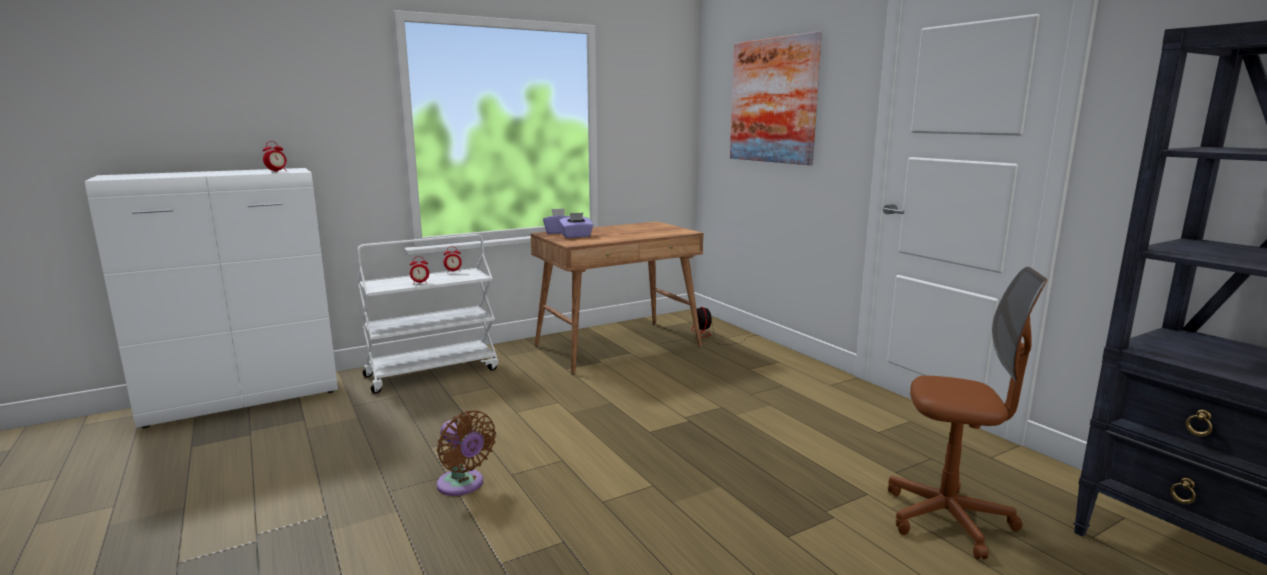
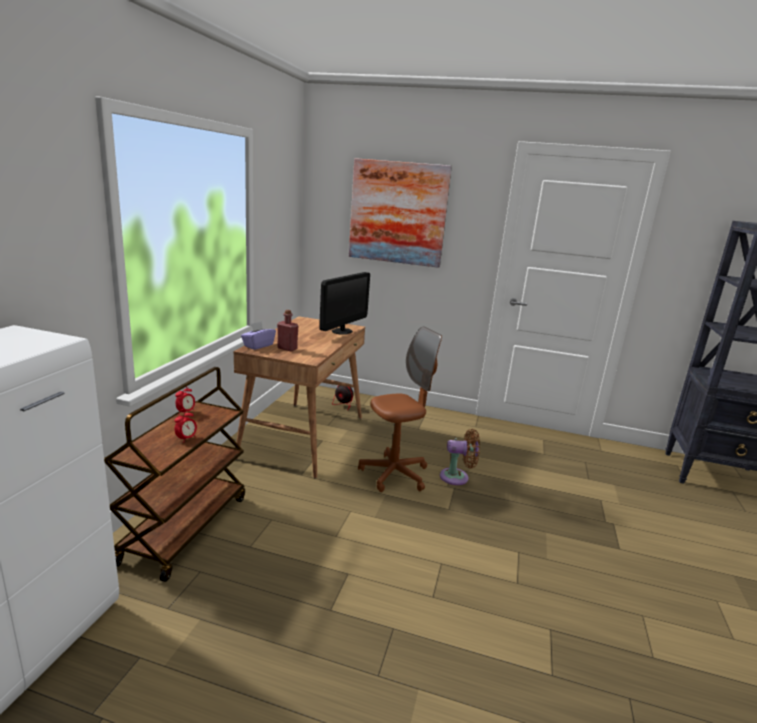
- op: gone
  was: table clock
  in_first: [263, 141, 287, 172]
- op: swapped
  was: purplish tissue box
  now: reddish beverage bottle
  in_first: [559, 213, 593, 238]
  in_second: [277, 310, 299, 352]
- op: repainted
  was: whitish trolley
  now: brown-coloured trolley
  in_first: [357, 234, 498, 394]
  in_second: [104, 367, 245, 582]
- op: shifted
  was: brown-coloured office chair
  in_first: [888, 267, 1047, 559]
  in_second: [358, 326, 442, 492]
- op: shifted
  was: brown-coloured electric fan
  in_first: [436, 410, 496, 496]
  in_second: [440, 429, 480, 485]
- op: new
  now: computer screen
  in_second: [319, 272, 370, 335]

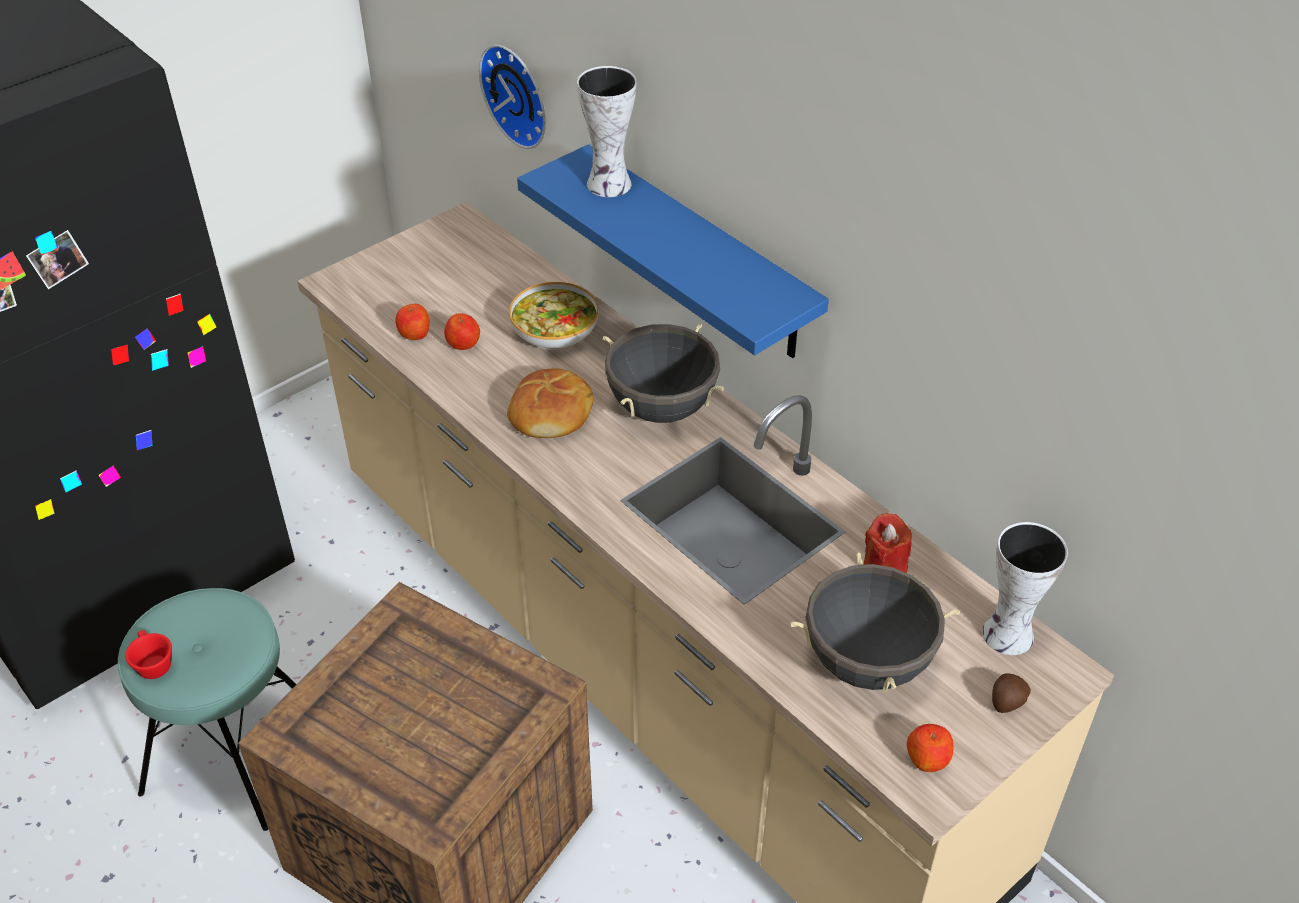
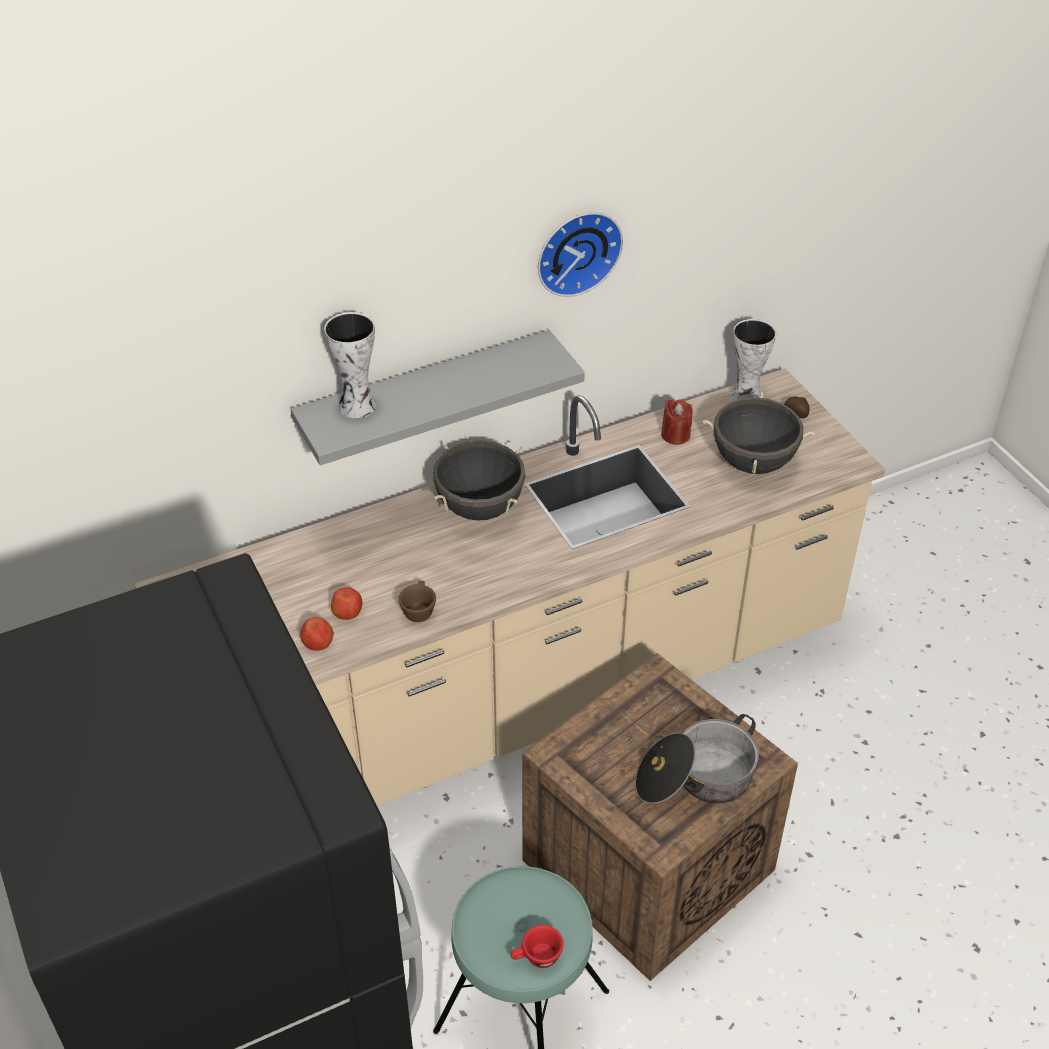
- op: shifted
  was: hanging clock
  in_first: [479, 44, 546, 149]
  in_second: [538, 212, 623, 297]
- op: repainted
  was: bluish bracket shelf
  now: grey bracket shelf
  in_first: [517, 144, 829, 358]
  in_second: [290, 330, 585, 465]
- op: gone
  was: bowl
  in_first: [509, 282, 598, 350]
- op: gone
  was: baked bread
  in_first: [507, 368, 593, 438]
- op: gone
  was: apple
  in_first: [907, 724, 954, 772]
- op: new
  now: brown-coloured small cup
  in_second: [398, 580, 436, 622]
- op: new
  now: stockpot
  in_second: [635, 714, 759, 804]

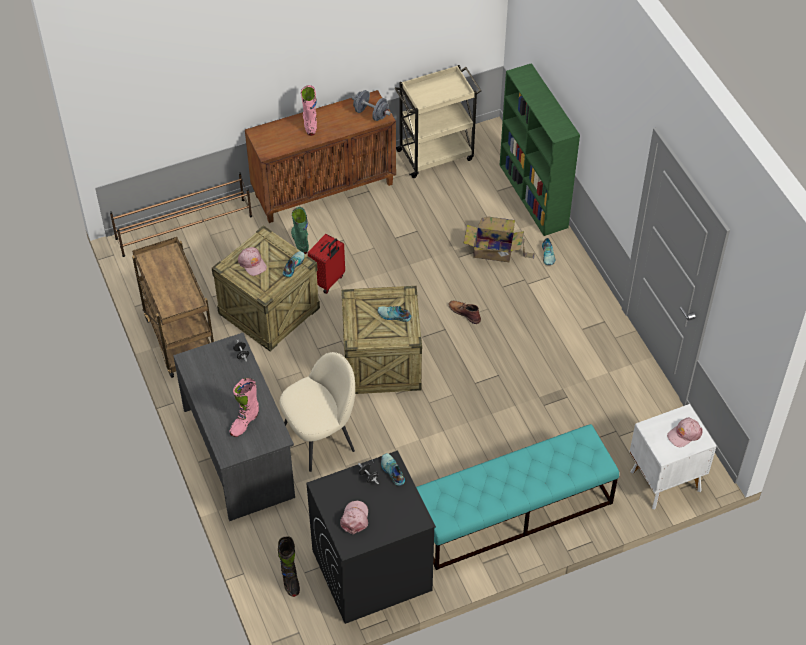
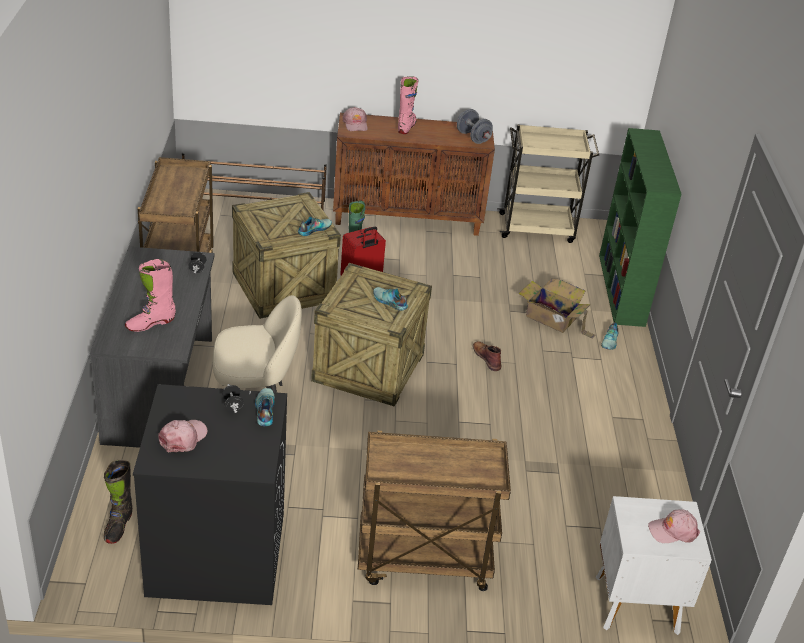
- op: shifted
  was: pink cap
  in_first: [238, 247, 267, 276]
  in_second: [342, 107, 368, 131]
- op: swapped
  was: turquoise long seat
  now: brown-coloured trolley
  in_first: [416, 424, 619, 570]
  in_second: [358, 431, 511, 591]

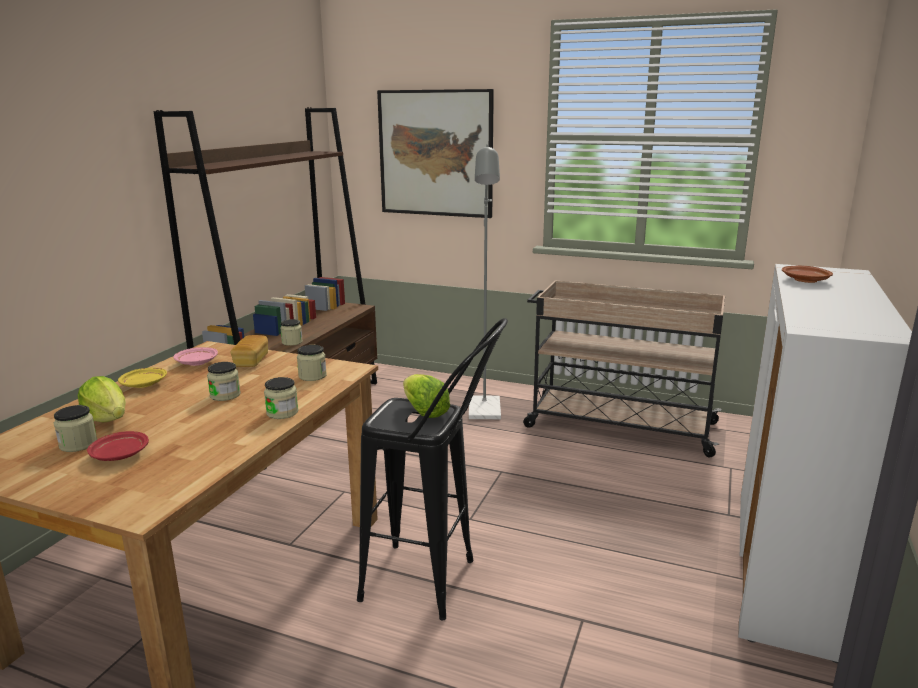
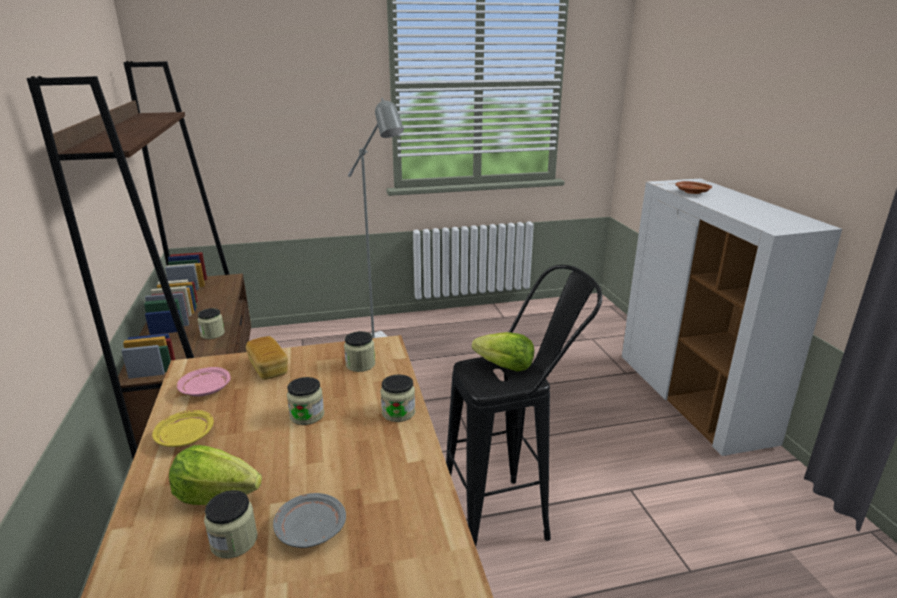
- op: gone
  was: picture
  in_first: [377, 89, 494, 218]
- op: gone
  was: beige-coloured trolley
  in_first: [523, 280, 725, 458]
- op: repainted
  was: reddish dinner plate
  now: grey dinner plate
  in_first: [87, 431, 149, 461]
  in_second: [273, 493, 346, 548]

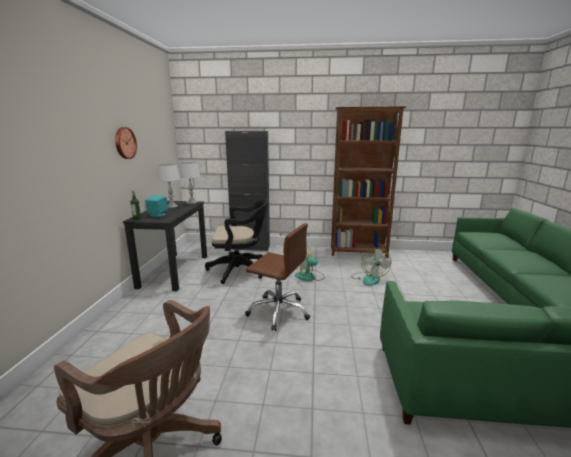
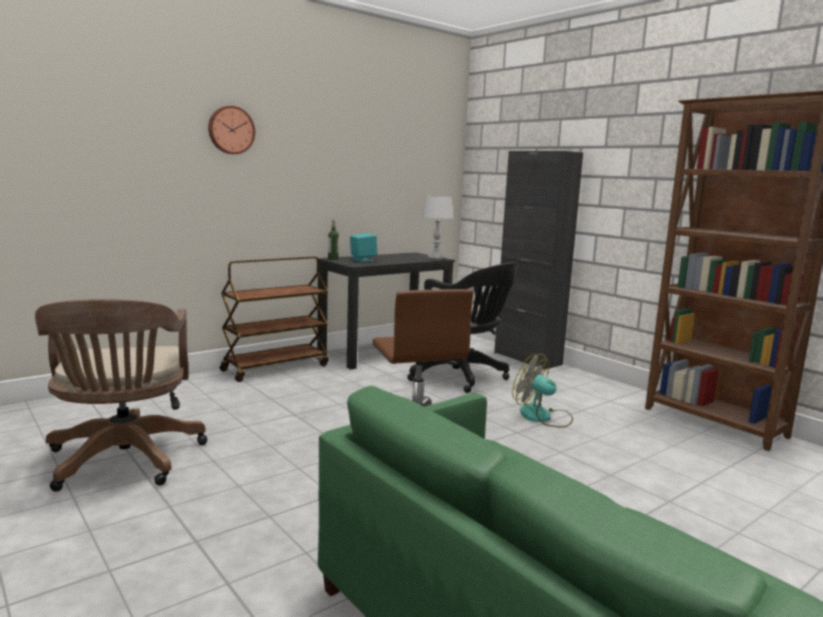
- op: shifted
  was: hanging clock
  in_first: [115, 127, 137, 159]
  in_second: [208, 106, 255, 154]
- op: gone
  was: grey lamp for a table
  in_first: [157, 164, 180, 208]
- op: gone
  was: electric fan
  in_first: [351, 248, 391, 286]
- op: new
  now: brown-coloured trolley
  in_second: [220, 256, 329, 382]

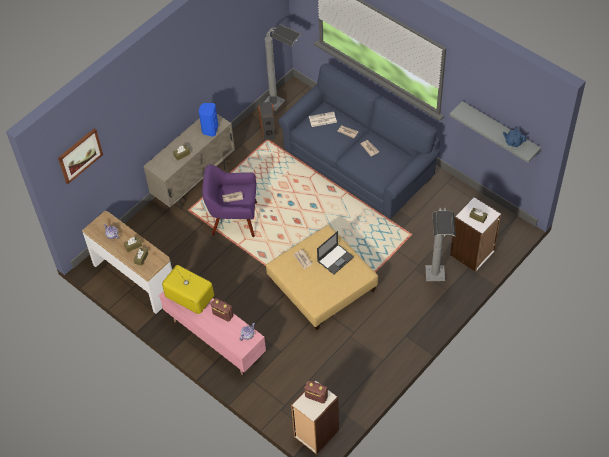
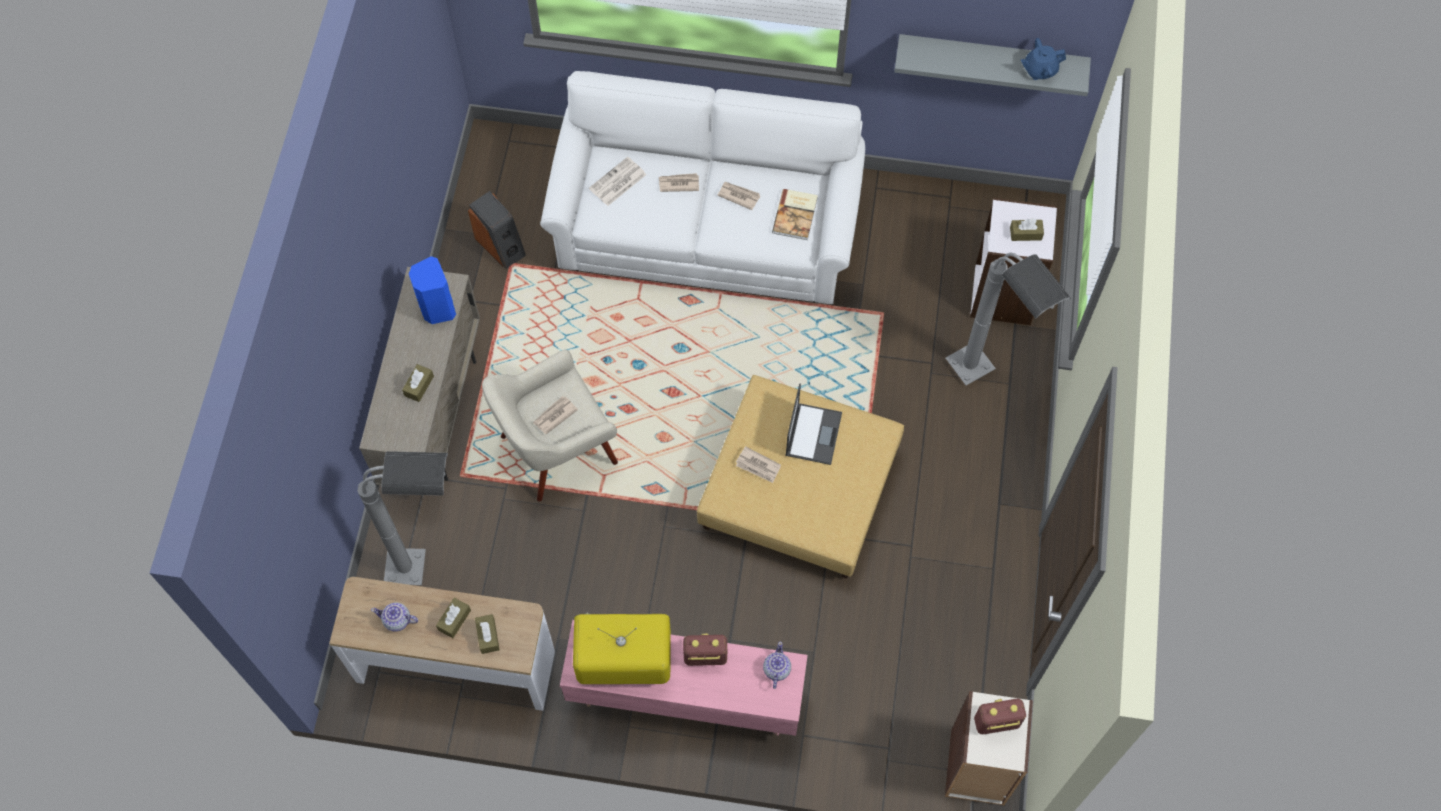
- op: shifted
  was: grey floor lamp
  in_first: [263, 24, 303, 111]
  in_second: [357, 451, 448, 585]
- op: repainted
  was: bluish sofa
  now: whitish sofa
  in_first: [278, 63, 440, 219]
  in_second: [540, 71, 865, 304]
- op: gone
  was: picture
  in_first: [58, 128, 103, 184]
- op: repainted
  was: purplish armchair
  now: beige-coloured armchair
  in_first: [202, 164, 257, 237]
  in_second: [482, 350, 618, 502]
- op: new
  now: bound book
  in_second: [772, 189, 818, 240]

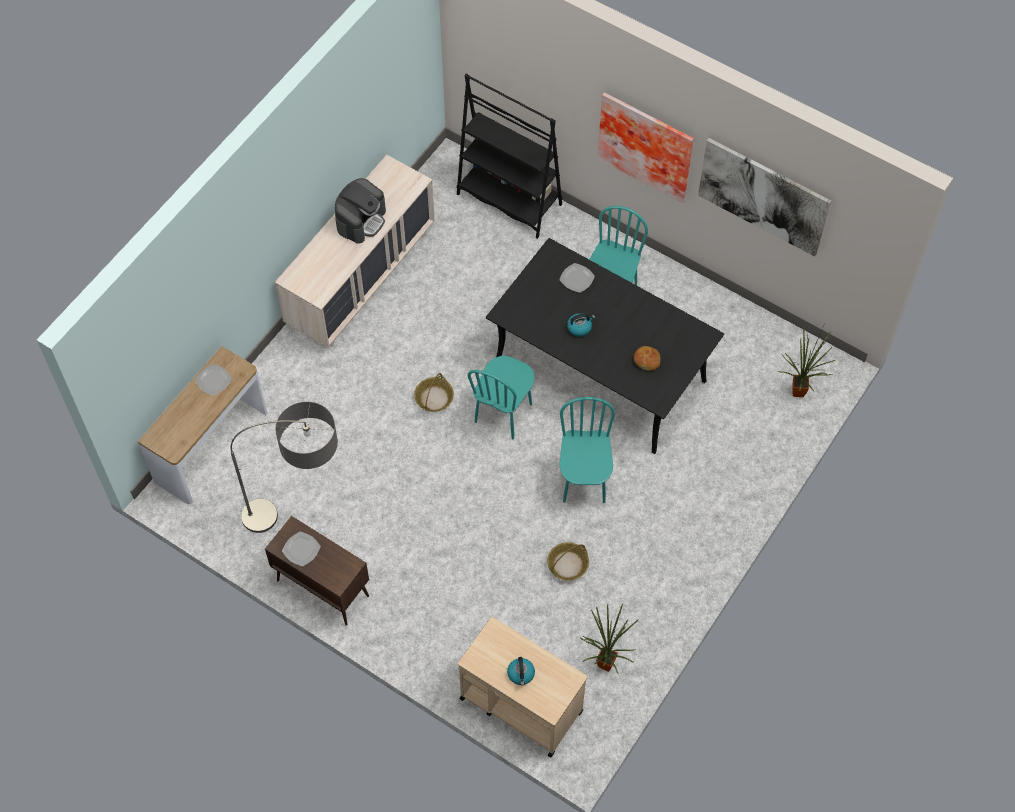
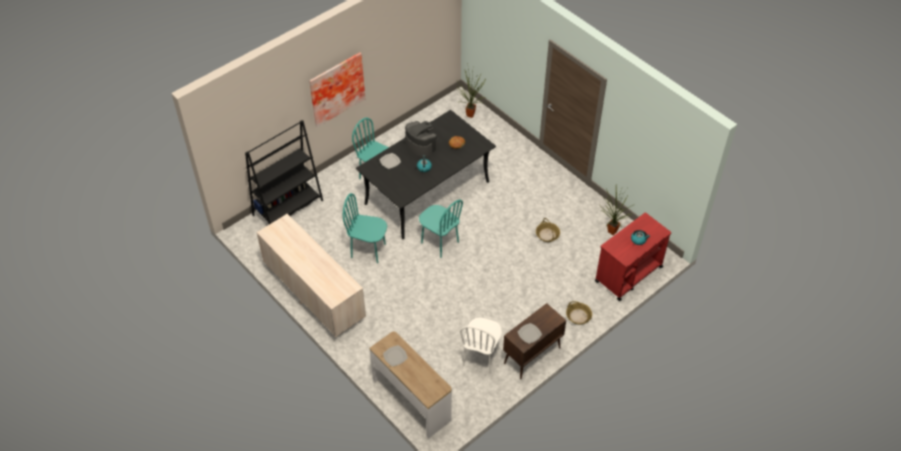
- op: gone
  was: picture
  in_first: [698, 138, 831, 256]
- op: shifted
  was: coffee brewer
  in_first: [335, 178, 386, 244]
  in_second: [405, 121, 437, 157]
- op: shifted
  was: basket
  in_first: [414, 373, 454, 412]
  in_second: [566, 301, 592, 325]
- op: shifted
  was: turquoise plain chair
  in_first: [560, 397, 615, 503]
  in_second: [343, 193, 387, 263]
- op: swapped
  was: floor lamp
  now: whitish plain chair
  in_first: [231, 402, 338, 533]
  in_second: [460, 318, 502, 374]
- op: repainted
  was: beige-coloured trolley
  now: reddish trolley
  in_first: [458, 617, 587, 757]
  in_second: [595, 213, 671, 301]

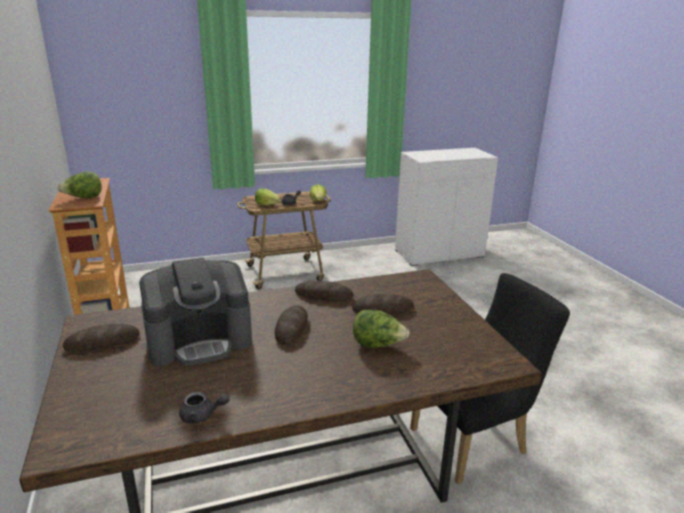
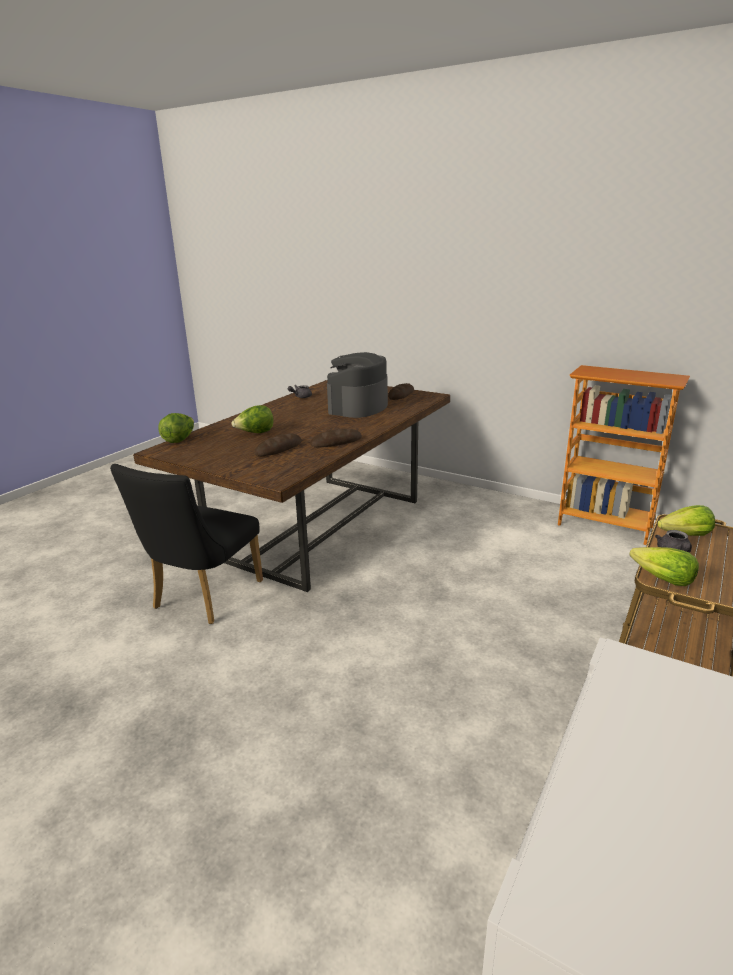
- op: shifted
  was: lettuce
  in_first: [57, 172, 102, 198]
  in_second: [159, 413, 194, 443]
- op: gone
  was: baked bread
  in_first: [275, 305, 308, 345]

